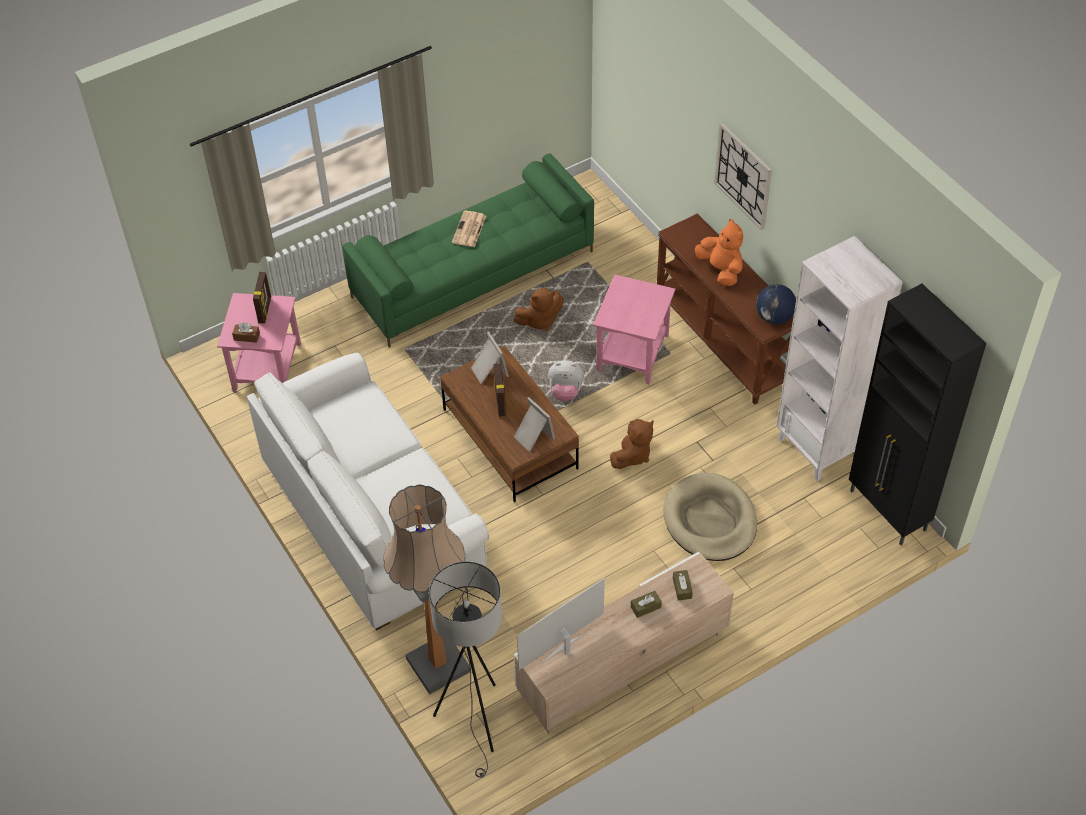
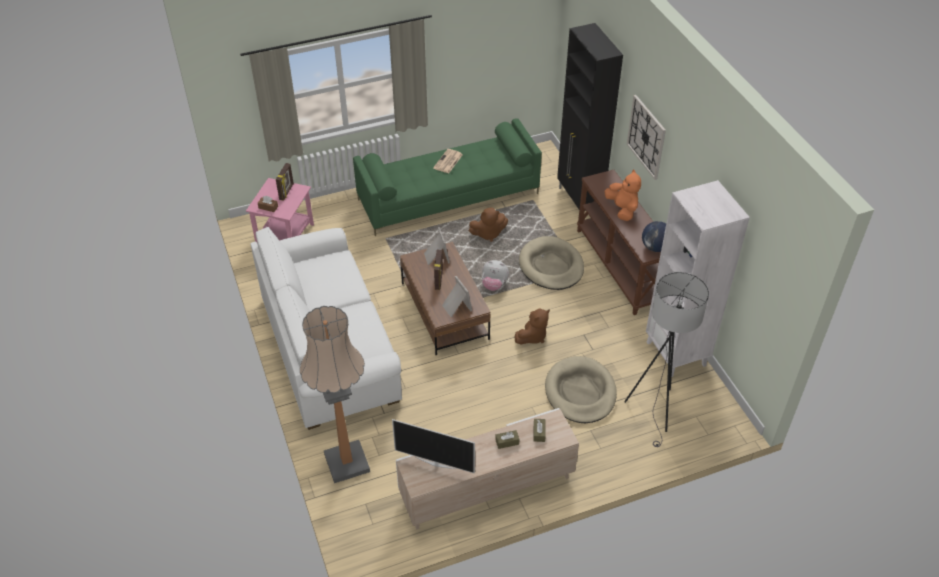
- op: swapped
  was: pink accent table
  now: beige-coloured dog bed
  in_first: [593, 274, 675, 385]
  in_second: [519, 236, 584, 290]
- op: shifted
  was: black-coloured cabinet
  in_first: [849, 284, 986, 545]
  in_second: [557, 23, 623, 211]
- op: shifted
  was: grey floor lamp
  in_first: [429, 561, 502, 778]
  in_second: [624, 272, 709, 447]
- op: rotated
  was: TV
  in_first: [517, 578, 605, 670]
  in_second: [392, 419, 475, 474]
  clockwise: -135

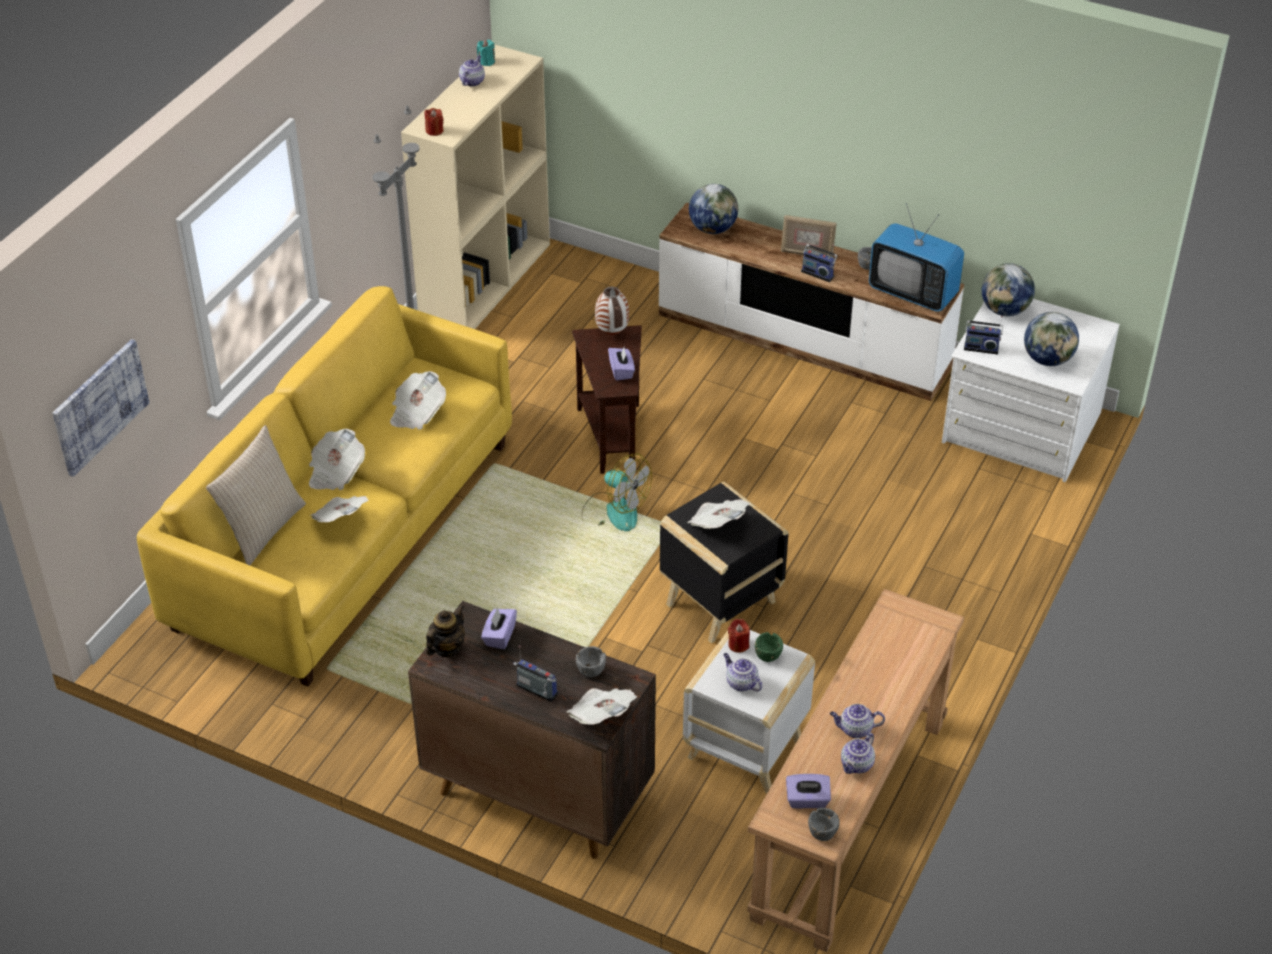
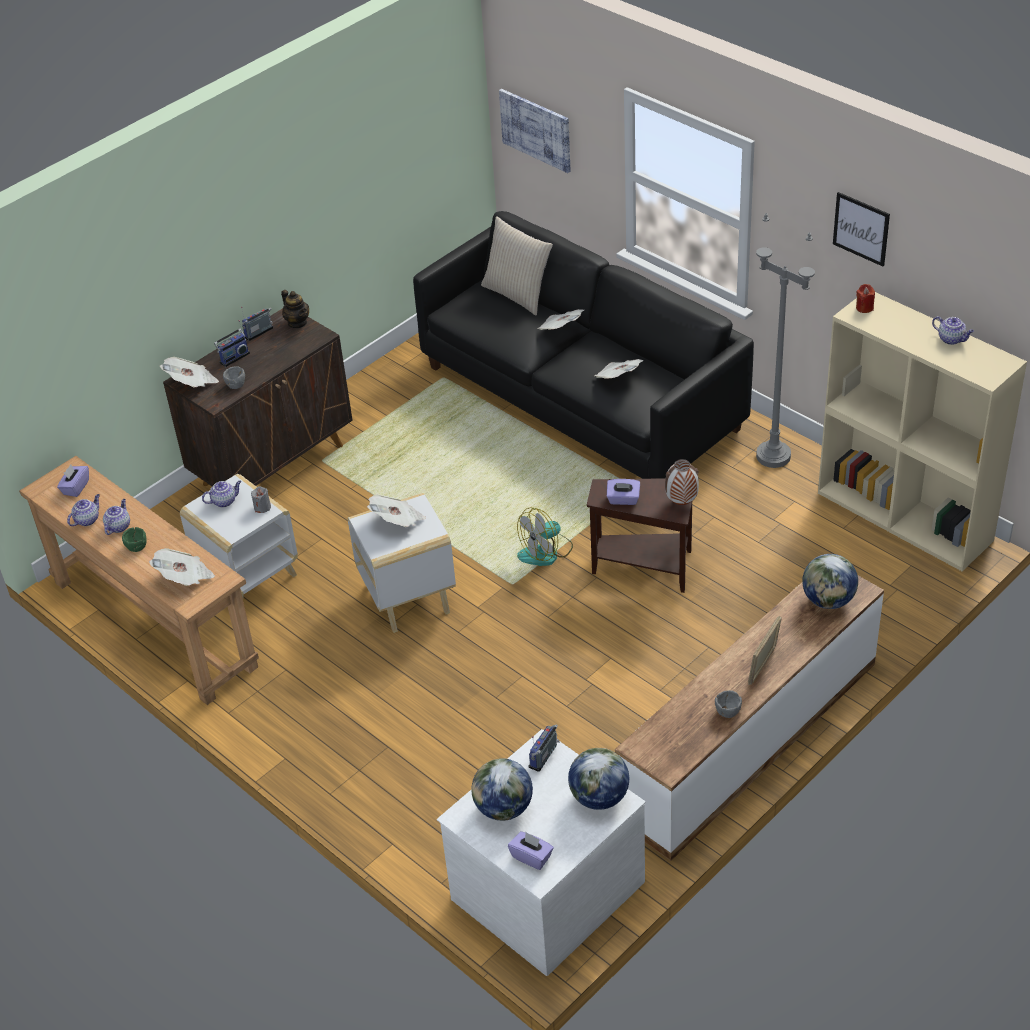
- op: gone
  was: turquoise candle
  in_first: [477, 40, 495, 66]
- op: gone
  was: TV
  in_first: [869, 203, 964, 312]
- op: shifted
  was: radio
  in_first: [801, 244, 838, 282]
  in_second: [241, 307, 273, 341]
- op: repainted
  was: yellowish sofa
  now: black-coloured sofa
  in_first: [137, 286, 512, 686]
  in_second: [413, 211, 754, 479]
- op: repainted
  was: black-coloured accent table
  now: whitish accent table
  in_first: [660, 482, 788, 643]
  in_second: [347, 493, 456, 633]
- op: shifted
  was: printed paper
  in_first: [310, 496, 368, 522]
  in_second: [149, 548, 215, 586]
- op: shifted
  was: purplish tissue box
  in_first: [481, 608, 517, 649]
  in_second: [508, 831, 554, 870]
- op: repainted
  was: reddish candle
  now: grey candle
  in_first: [728, 619, 750, 653]
  in_second: [251, 486, 271, 513]
- op: shifted
  was: green bowl
  in_first: [755, 632, 783, 662]
  in_second: [122, 527, 147, 552]
- op: rotated
  was: tea pot
  in_first: [841, 733, 875, 774]
  in_second: [67, 494, 100, 526]
  clockwise: 75
- op: gone
  was: grey bowl
  in_first: [808, 808, 840, 841]
- op: new
  now: picture
  in_second: [833, 192, 890, 266]

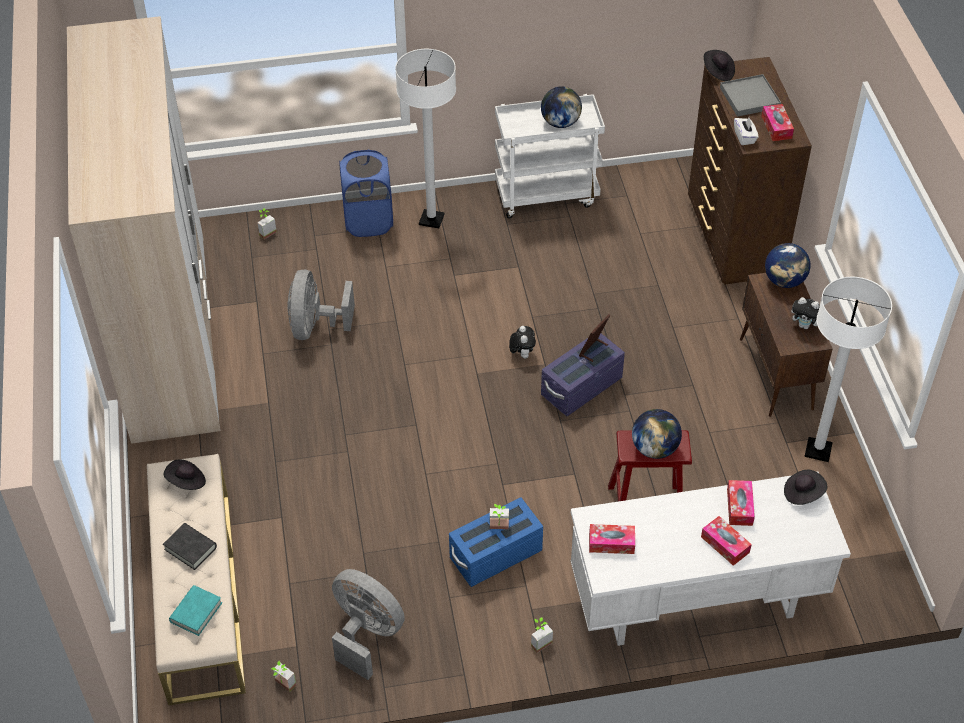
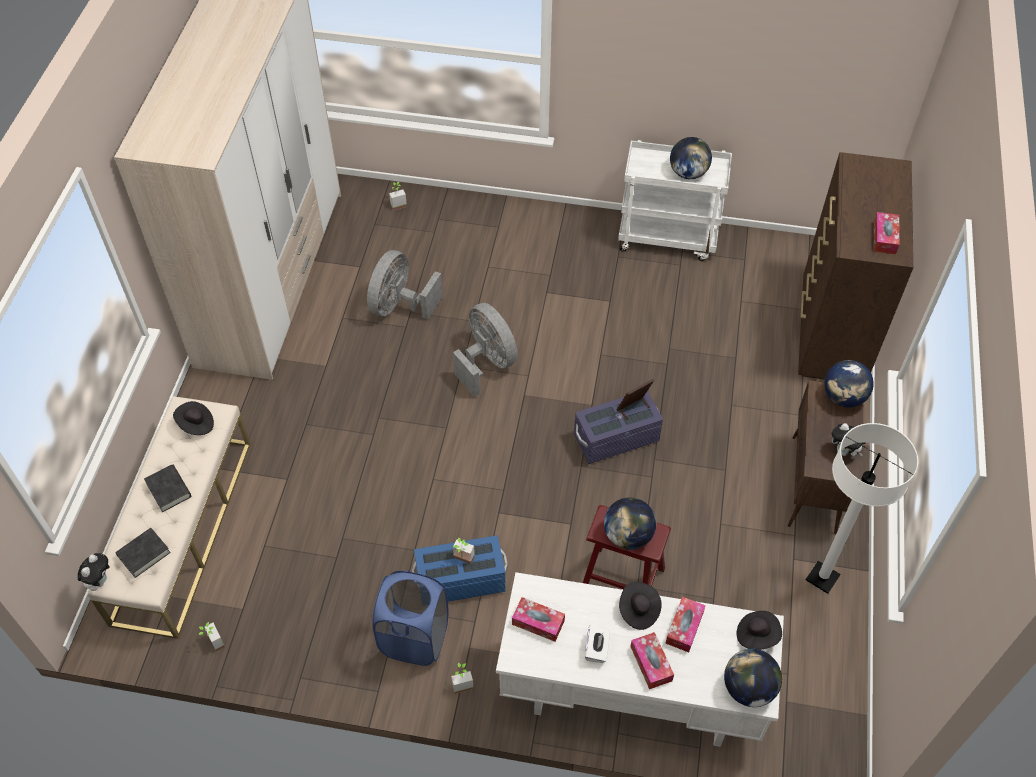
- op: gone
  was: whitish floor lamp
  in_first: [395, 49, 456, 228]
- op: shifted
  was: black-coloured hat
  in_first: [704, 50, 735, 81]
  in_second: [619, 582, 662, 630]
- op: gone
  was: grey tray
  in_first: [720, 74, 781, 117]
- op: shifted
  was: whitish tissue box
  in_first: [734, 118, 759, 145]
  in_second: [585, 625, 610, 663]
- op: shifted
  was: bluish washing basket
  in_first: [339, 150, 393, 237]
  in_second: [372, 570, 449, 666]
- op: shifted
  was: cuddly toy
  in_first: [509, 326, 536, 359]
  in_second: [78, 553, 110, 591]
- op: shifted
  was: grey electric fan
  in_first: [332, 569, 405, 680]
  in_second: [453, 303, 518, 397]
- op: repainted
  was: turquoise bound book
  now: black-coloured bound book
  in_first: [169, 585, 222, 636]
  in_second: [115, 528, 171, 578]
- op: new
  now: desk globe
  in_second: [724, 649, 782, 707]

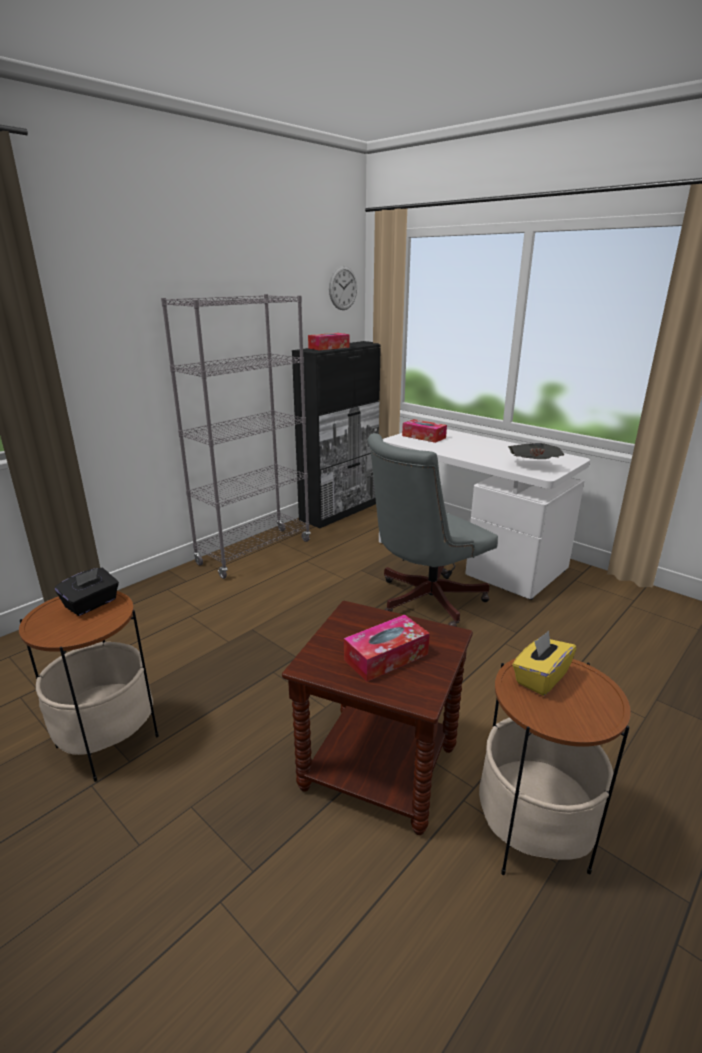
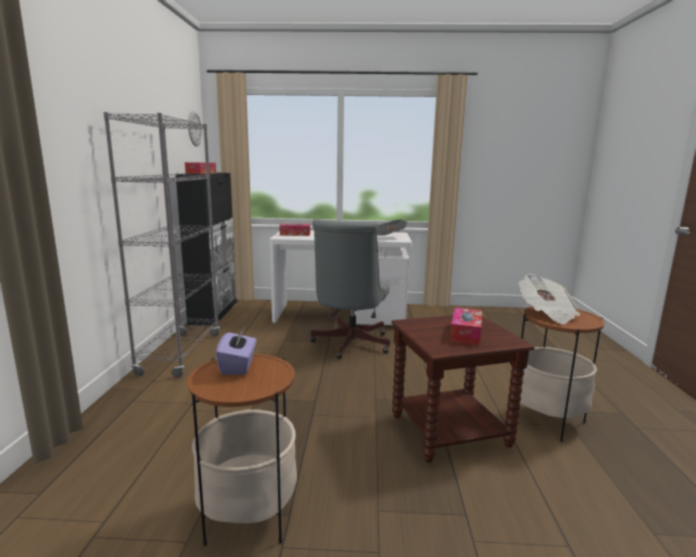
- op: repainted
  was: black-coloured tissue box
  now: purplish tissue box
  in_first: [55, 568, 119, 616]
  in_second: [216, 328, 256, 375]
- op: swapped
  was: yellowish tissue box
  now: printed paper
  in_first: [512, 630, 577, 696]
  in_second: [518, 274, 580, 324]

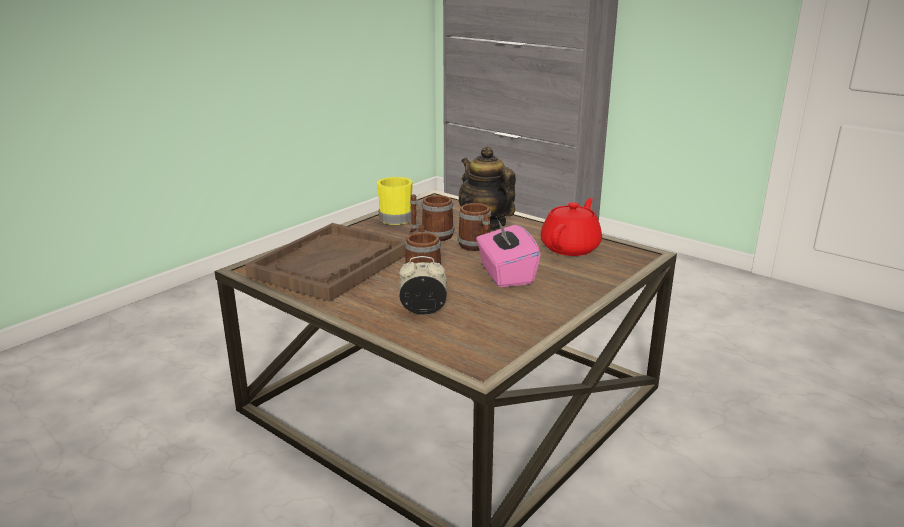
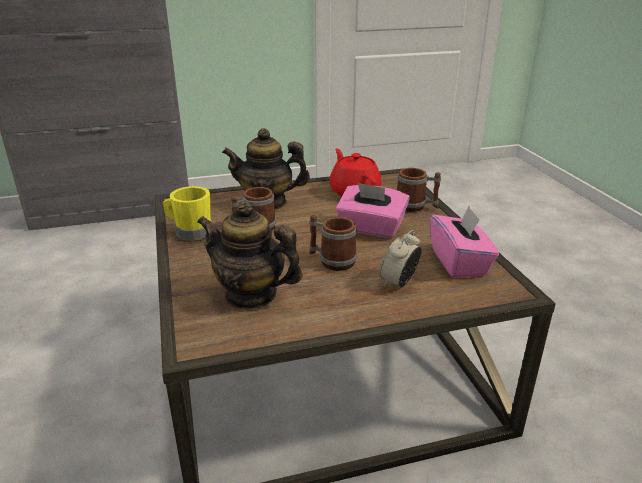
- op: shifted
  was: mug
  in_first: [457, 203, 491, 251]
  in_second: [397, 168, 441, 212]
- op: swapped
  was: brown-coloured tray
  now: tea pot
  in_first: [245, 223, 406, 302]
  in_second: [197, 201, 303, 310]
- op: new
  now: pink tissue box
  in_second: [430, 206, 499, 278]

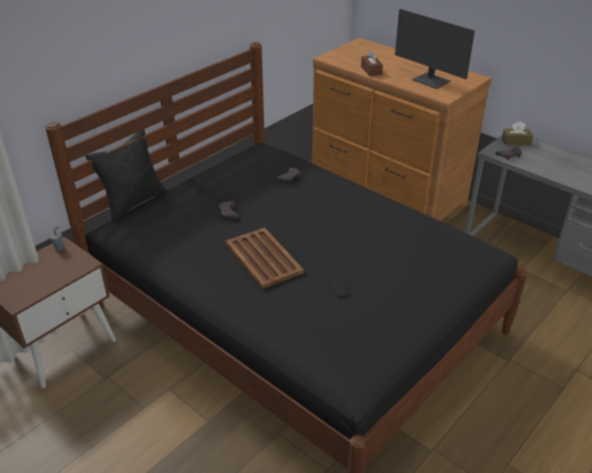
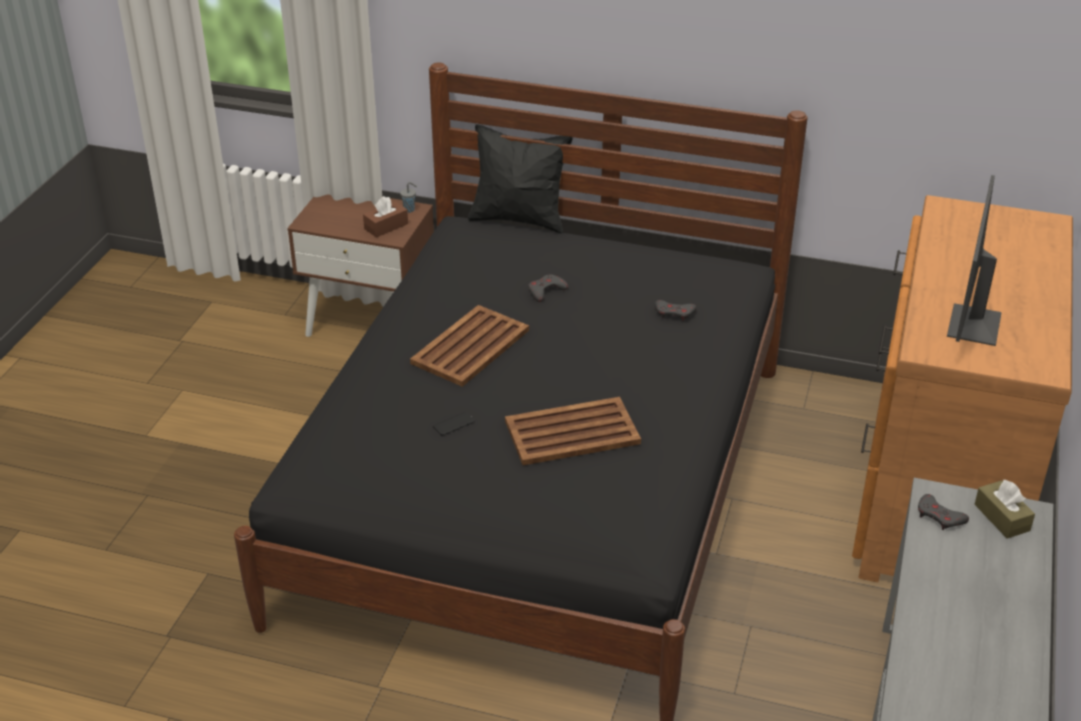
- op: shifted
  was: brown-coloured tissue box
  in_first: [361, 50, 383, 76]
  in_second: [363, 196, 408, 238]
- op: new
  now: brown-coloured tray
  in_second: [505, 397, 641, 465]

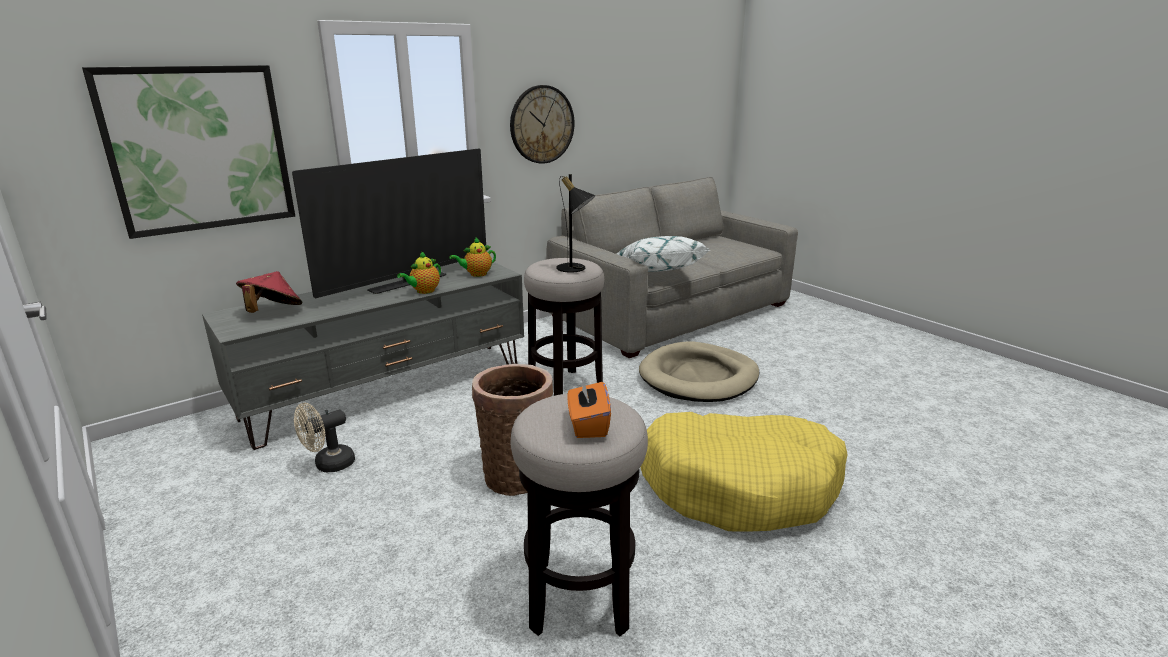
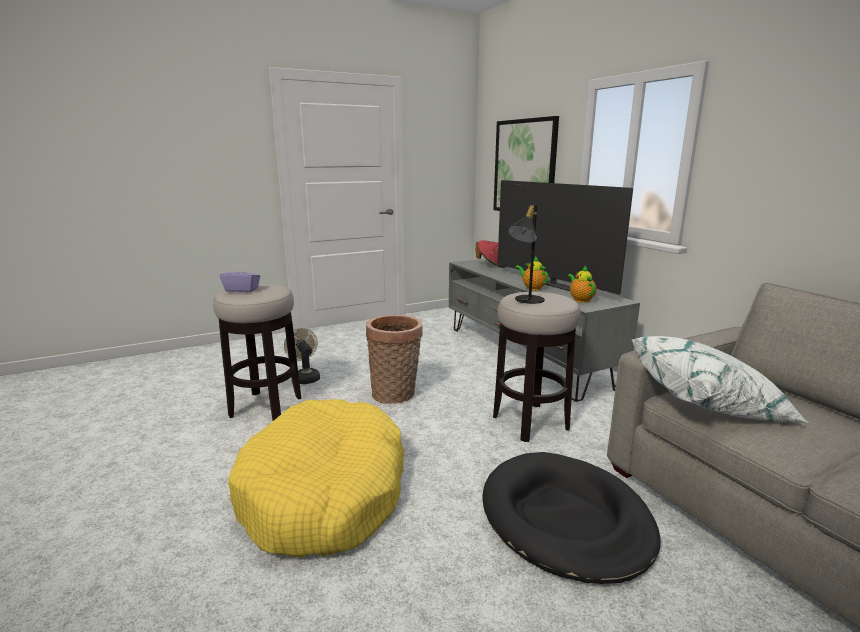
- op: gone
  was: hanging clock
  in_first: [510, 85, 574, 164]
- op: repainted
  was: beige-coloured dog bed
  now: black-coloured dog bed
  in_first: [639, 341, 759, 402]
  in_second: [482, 452, 661, 584]
- op: repainted
  was: orange tissue box
  now: purplish tissue box
  in_first: [567, 378, 611, 438]
  in_second: [220, 264, 260, 292]
- op: shifted
  was: beige-coloured electric fan
  in_first: [294, 403, 355, 472]
  in_second: [284, 328, 320, 384]

